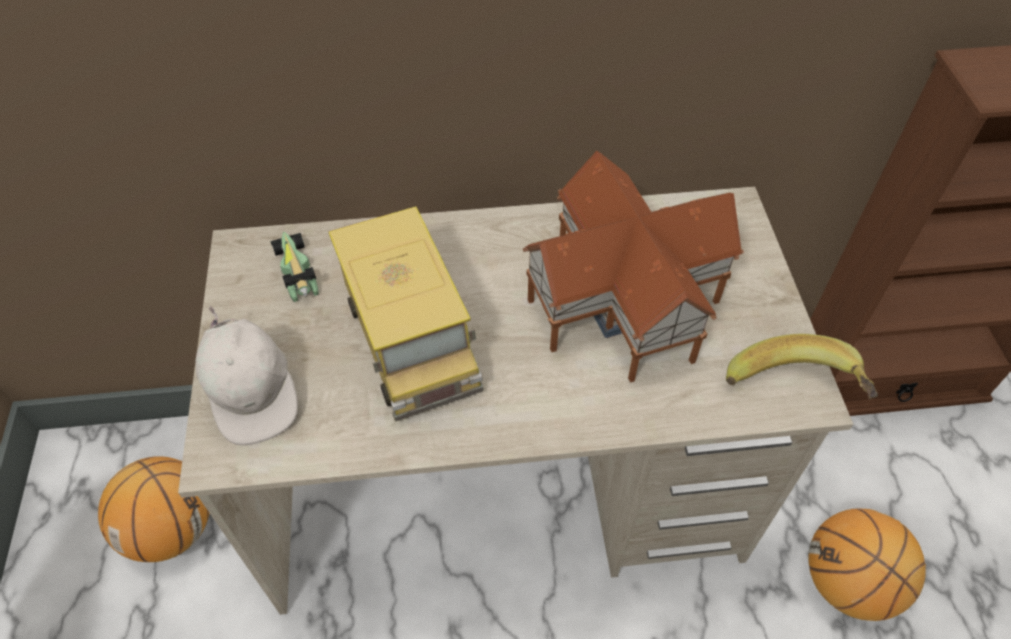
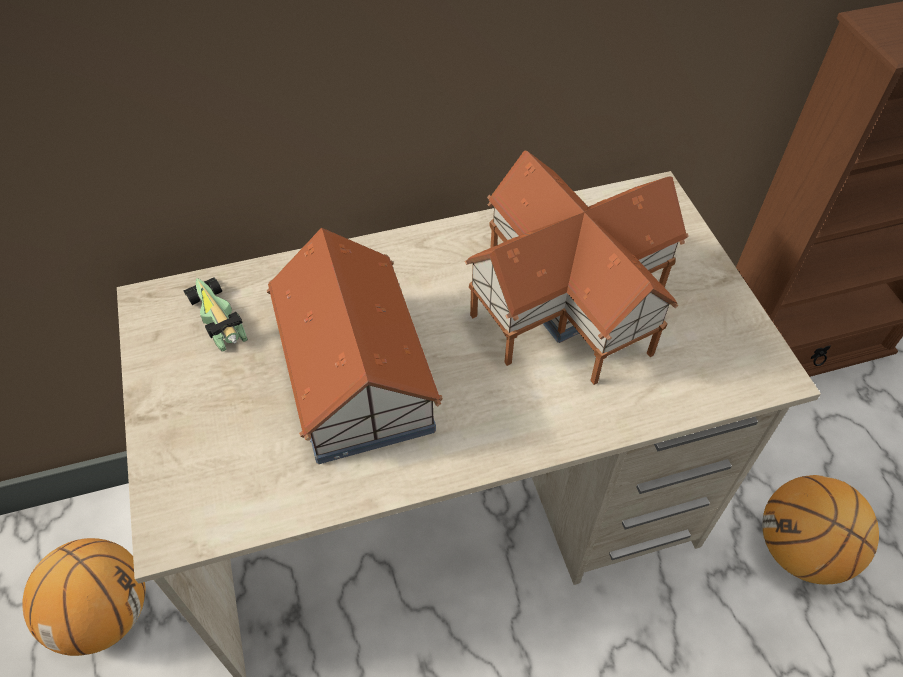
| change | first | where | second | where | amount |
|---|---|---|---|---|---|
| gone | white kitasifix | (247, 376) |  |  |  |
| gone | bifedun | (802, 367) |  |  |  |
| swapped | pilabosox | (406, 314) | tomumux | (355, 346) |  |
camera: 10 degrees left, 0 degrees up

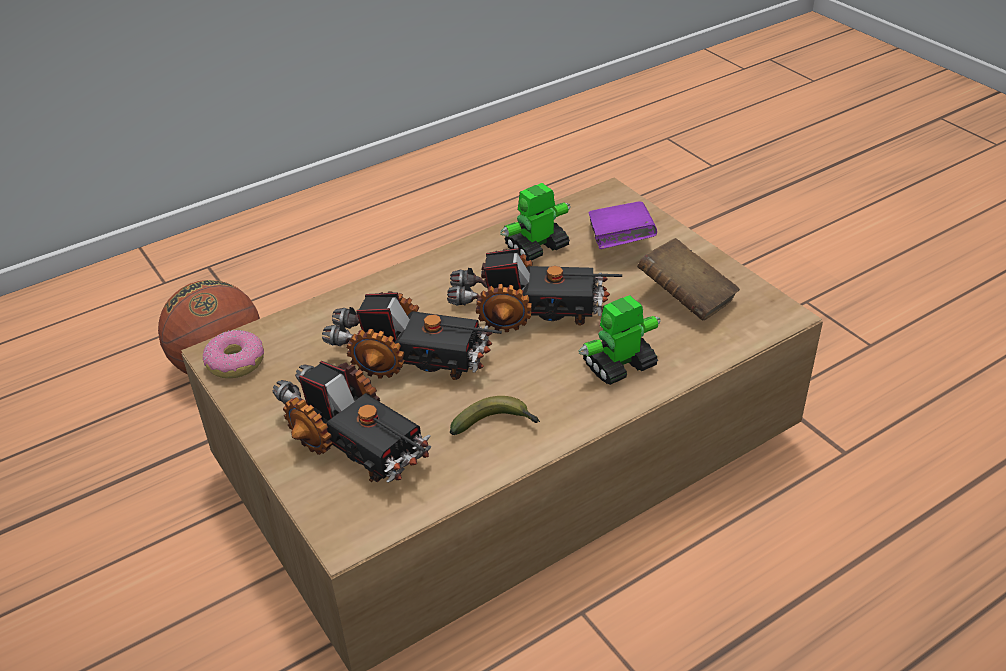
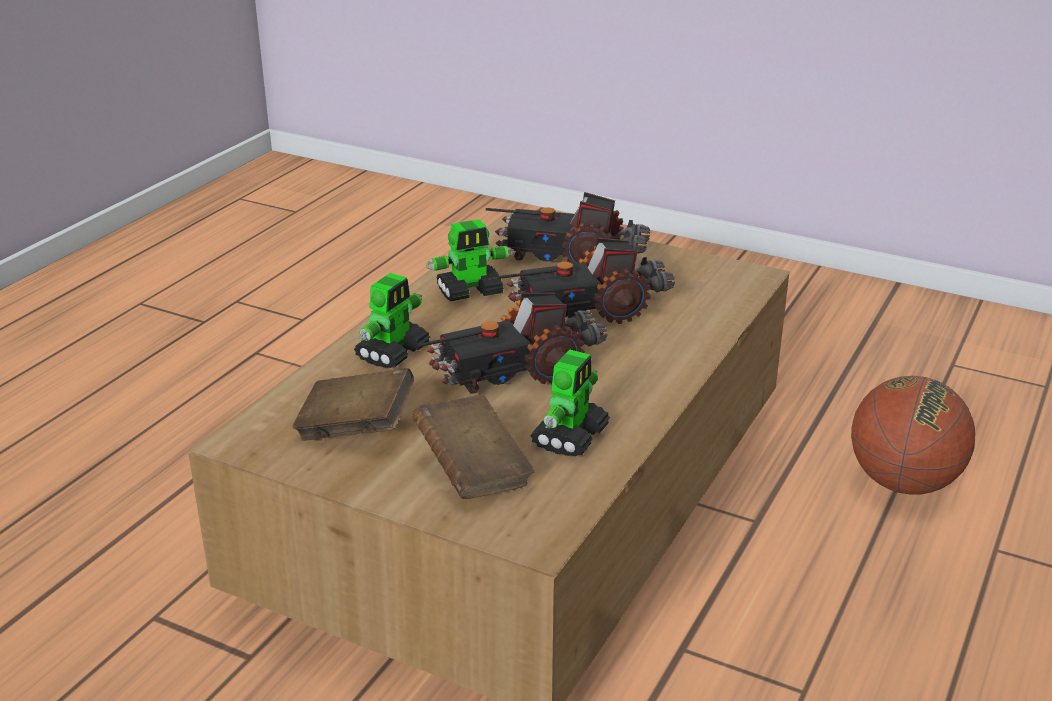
| change | first | where | second | where | amount |
|---|---|---|---|---|---|
| gone | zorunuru | (233, 353) |  |  |  |
| swapped | bifedun | (495, 415) | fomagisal | (470, 260) |  |
| repainted | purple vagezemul | (622, 225) | brown vagezemul | (473, 447) |  |
camera: 150 degrees right, 10 degrees down

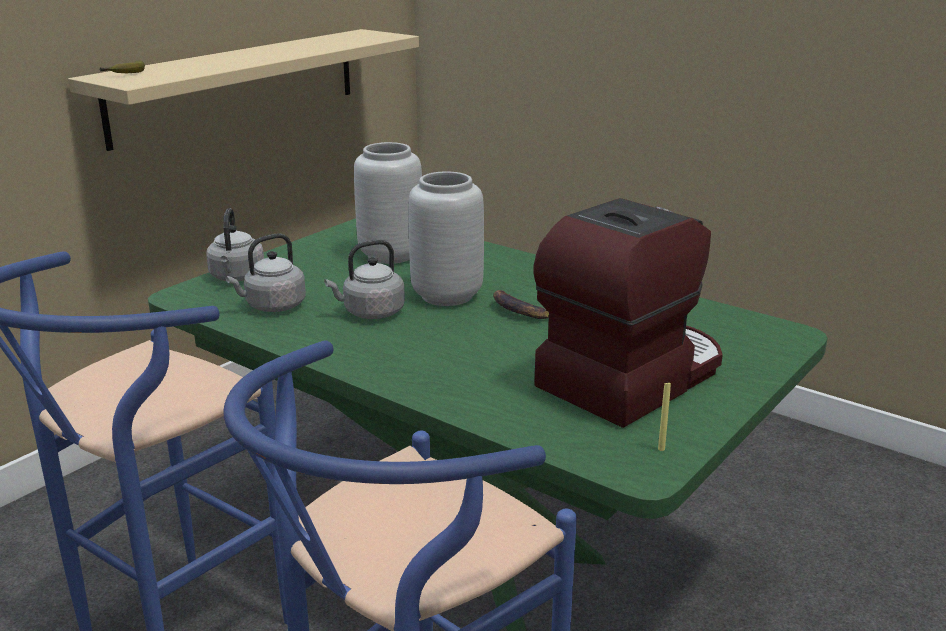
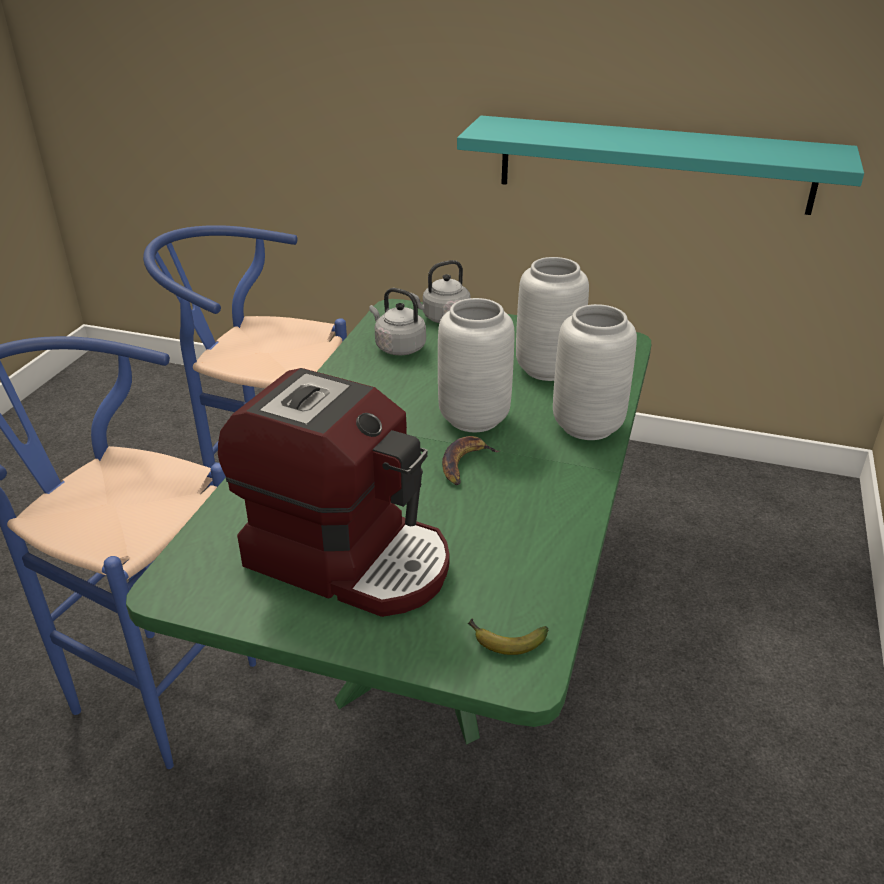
| change | first | where | second | where | amount |
|---|---|---|---|---|---|
| gone | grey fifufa | (364, 279) |  |  |  |
| gone | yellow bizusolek | (664, 416) |  |  |  |
| new |  |  | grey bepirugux | (595, 372) |  |
| shifted | bifedun | (122, 66) |  | (508, 636) |  |
| repainted | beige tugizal | (243, 90) | turquoise tugizal | (660, 165) |  |
camera: 70 degrees right, 10 degrees up

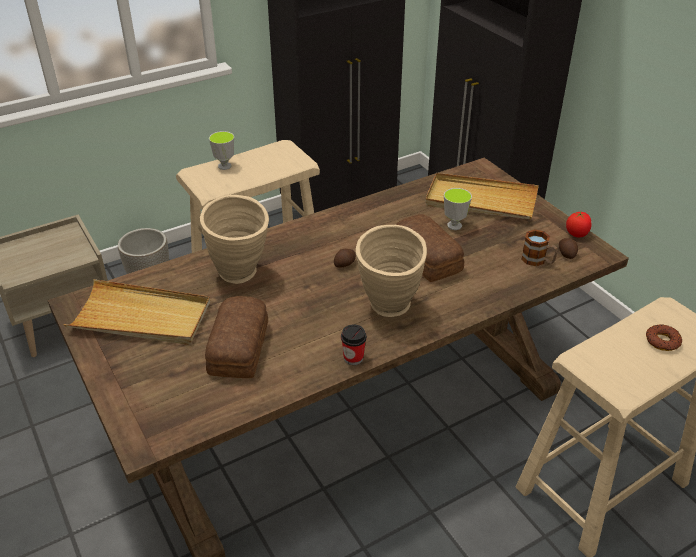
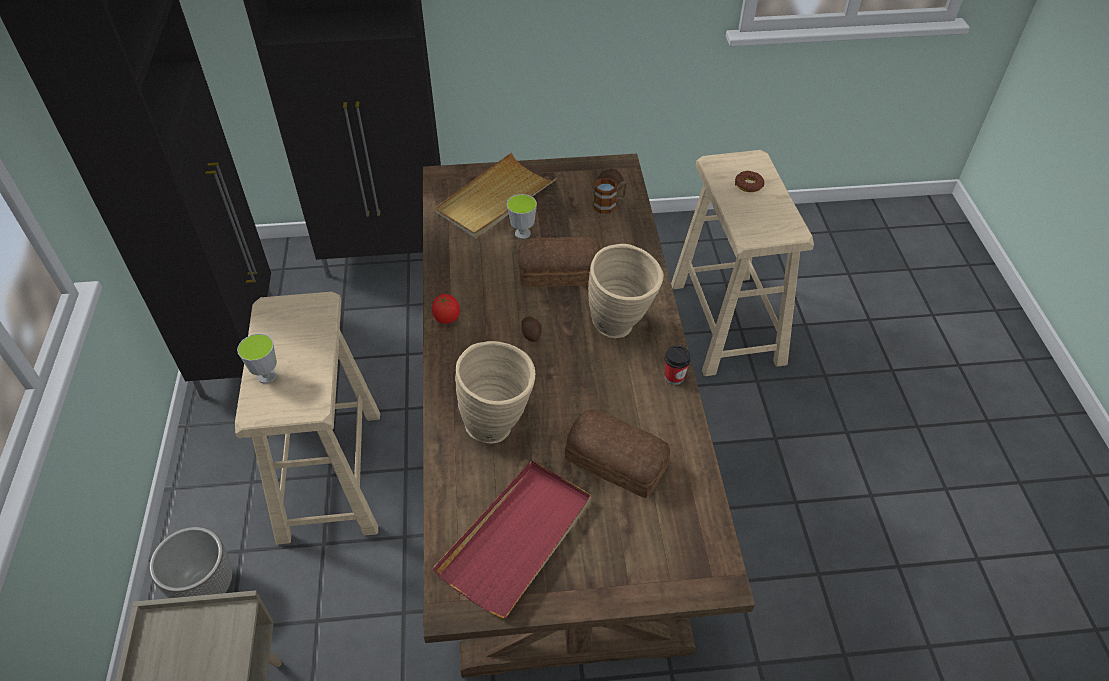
| change | first | where | second | where | amount |
|---|---|---|---|---|---|
| shifted | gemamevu | (578, 224) |  | (446, 309) |  |
| repainted | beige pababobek | (137, 312) | red pababobek | (511, 539) |  |
camera: 65 degrees left, 10 degrees up

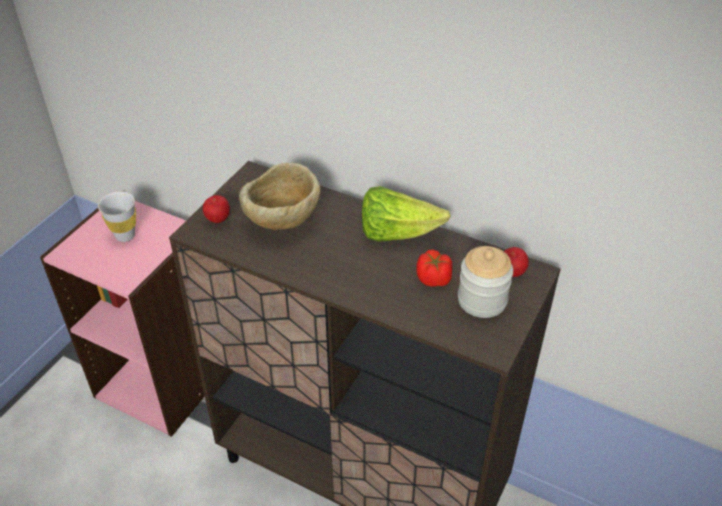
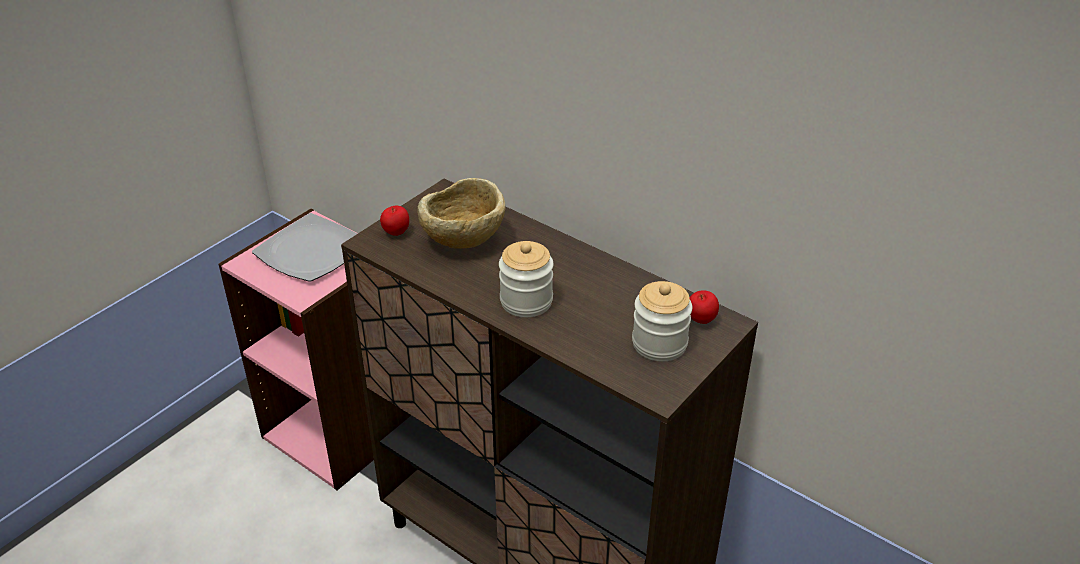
| change | first | where | second | where | amount |
|---|---|---|---|---|---|
| gone | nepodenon | (406, 214) |  |  |  |
| gone | gemamevu | (434, 268) |  |  |  |
| new |  |  | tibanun | (526, 279) |  |
| swapped | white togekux | (117, 217) | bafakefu | (304, 247) |  |
camera: 10 degrees right, 5 degrees down

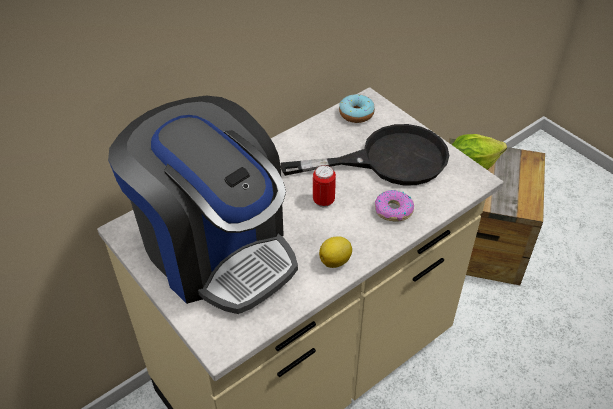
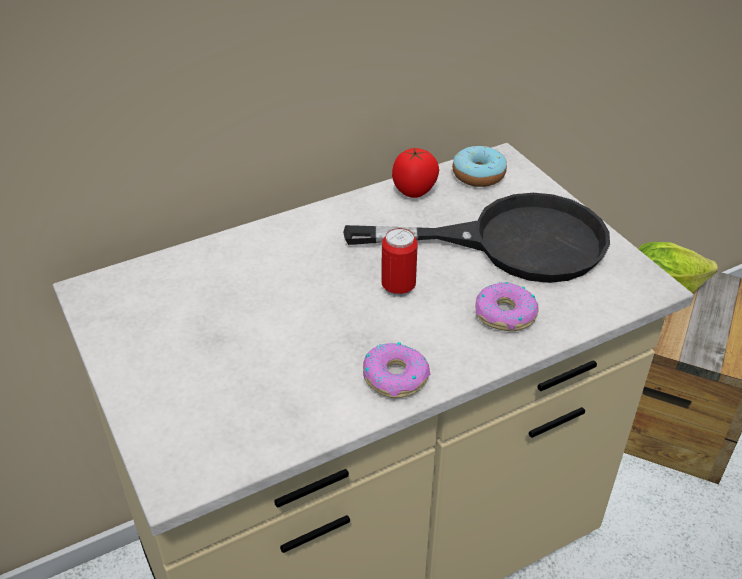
| change | first | where | second | where | amount |
|---|---|---|---|---|---|
| gone | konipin | (203, 205) |  |  |  |
| new |  |  | gemamevu | (415, 173) |  |
| swapped | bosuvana | (335, 252) | zorunuru | (396, 370) |  |
camera: 10 degrees right, 5 degrees down

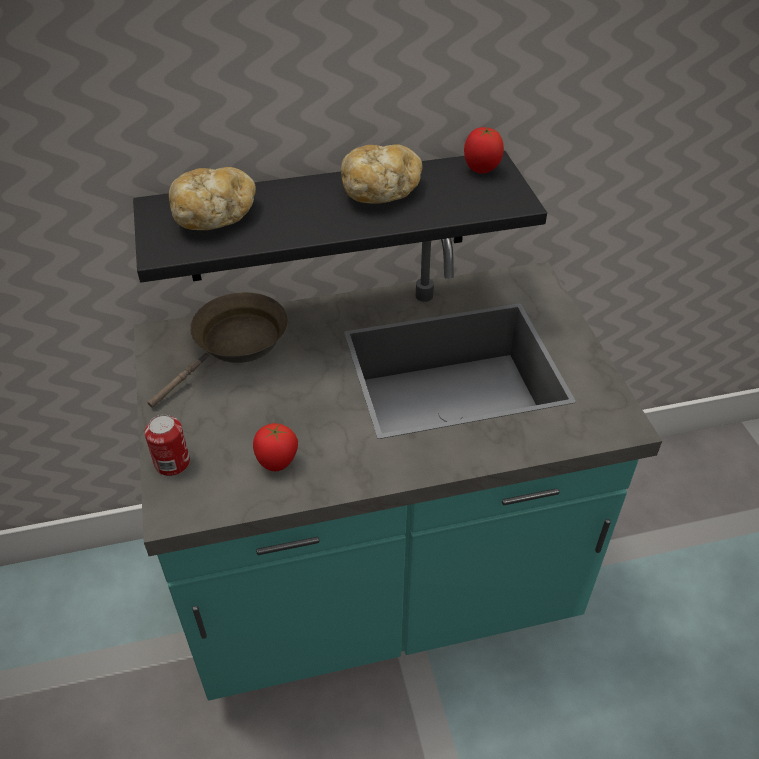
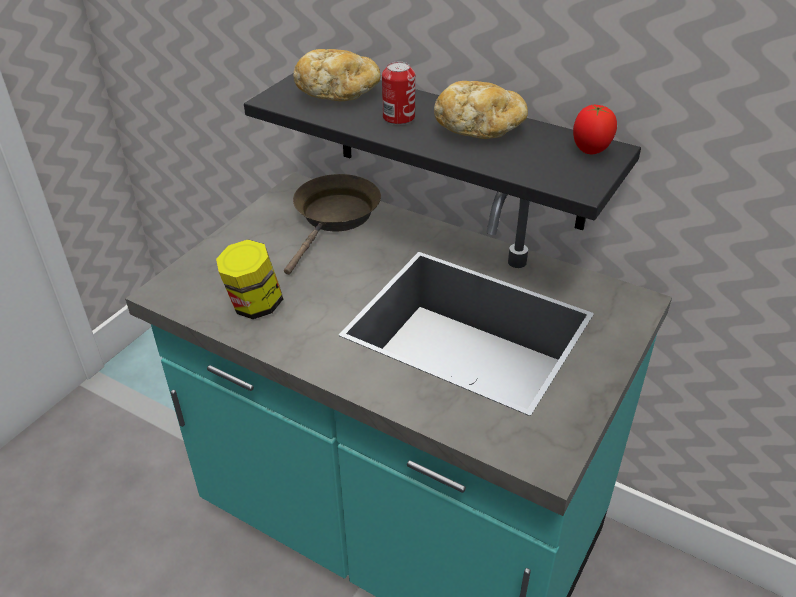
| change | first | where | second | where | amount |
|---|---|---|---|---|---|
| shifted | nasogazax | (167, 445) |  | (398, 93) |  |
| swapped | gemamevu | (275, 447) | tibanun | (249, 279) |  |
| rotated | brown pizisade | (217, 350) |  | (332, 224) | 60 degrees counterclockwise |
camera: 45 degrees right, 5 degrees down

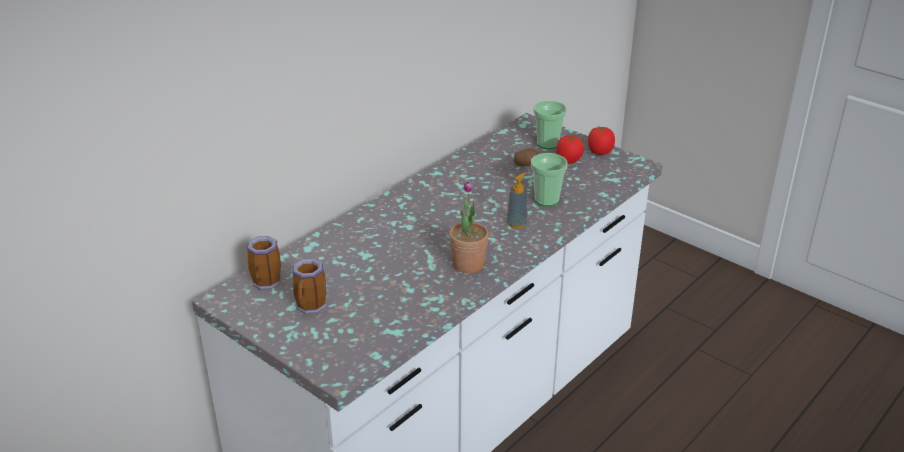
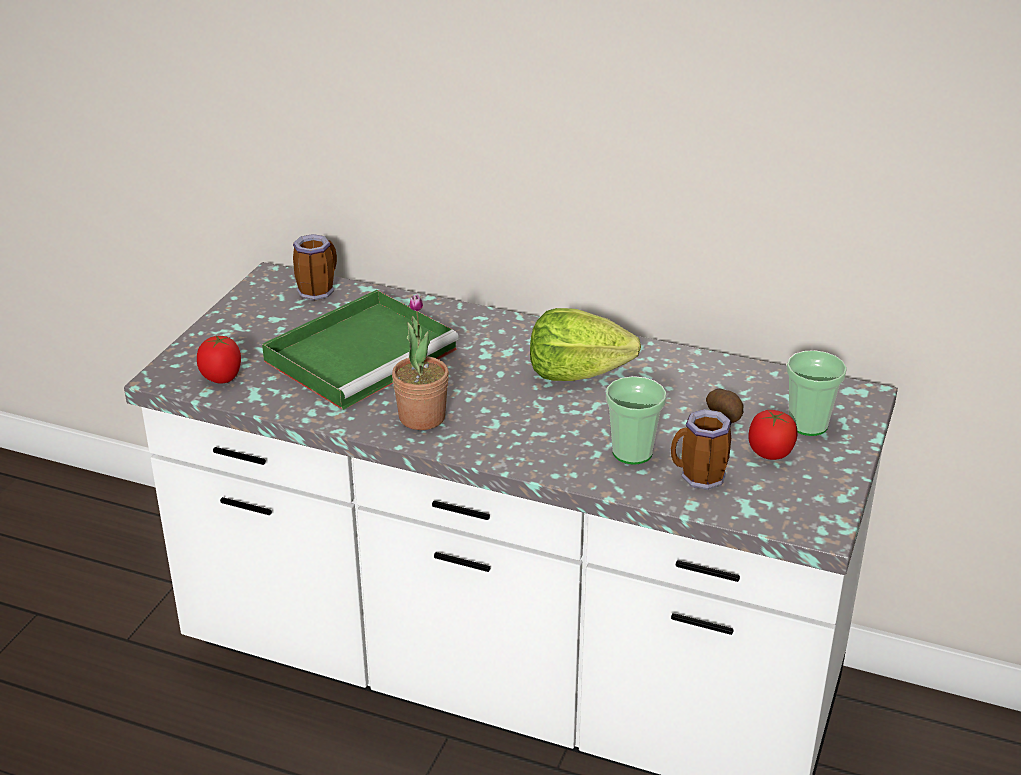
| change | first | where | second | where | amount |
|---|---|---|---|---|---|
| gone | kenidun | (517, 200) |  |  |  |
| new |  |  | green pababobek | (360, 350) |  |
| new |  |  | nepodenon | (585, 344) |  |
| shifted | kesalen | (309, 286) |  | (701, 449) |  |
| shifted | gemamevu | (601, 140) |  | (219, 360) |  |
camera: 70 degrees right, 0 degrees up

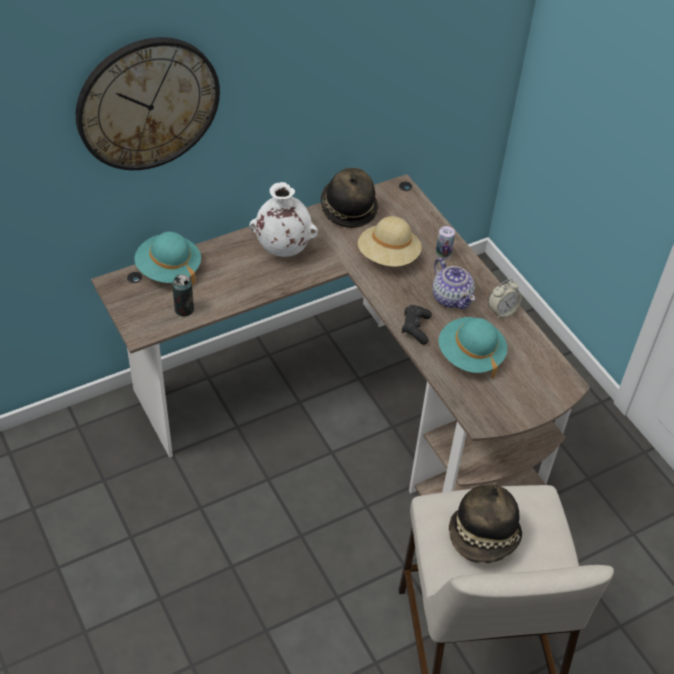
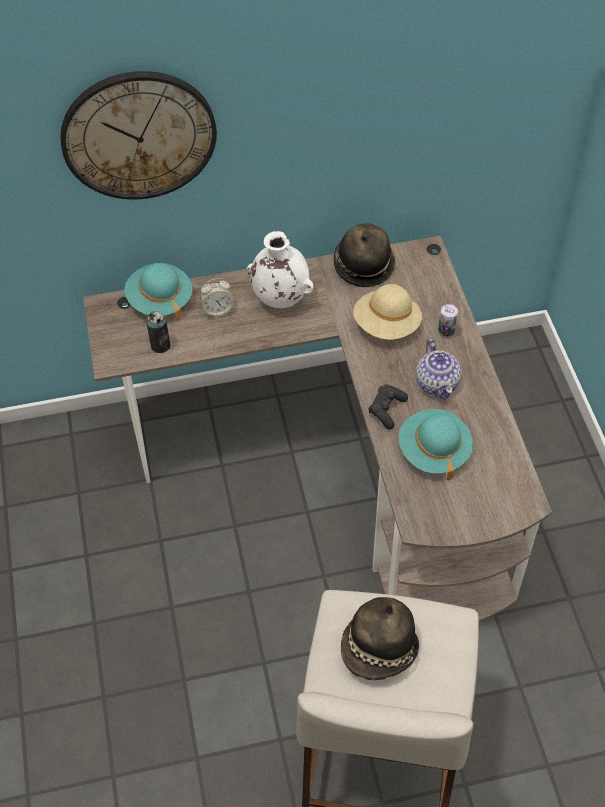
| change | first | where | second | where | amount |
|---|---|---|---|---|---|
| shifted | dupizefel | (505, 299) |  | (217, 297) |  |
camera: 20 degrees right, 5 degrees up

